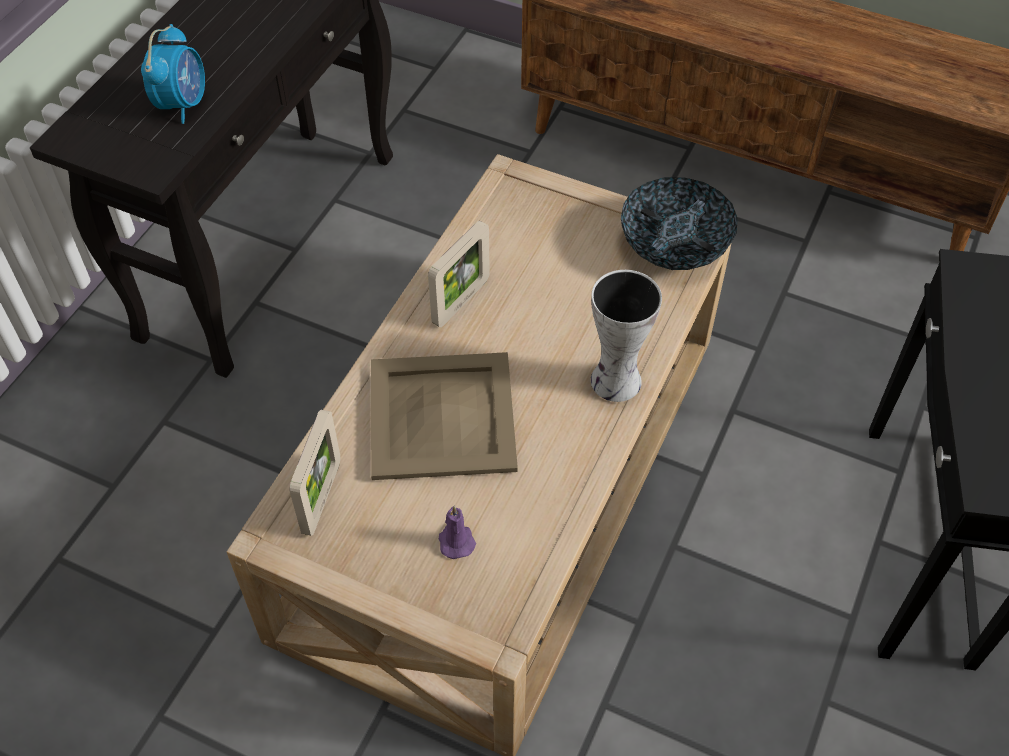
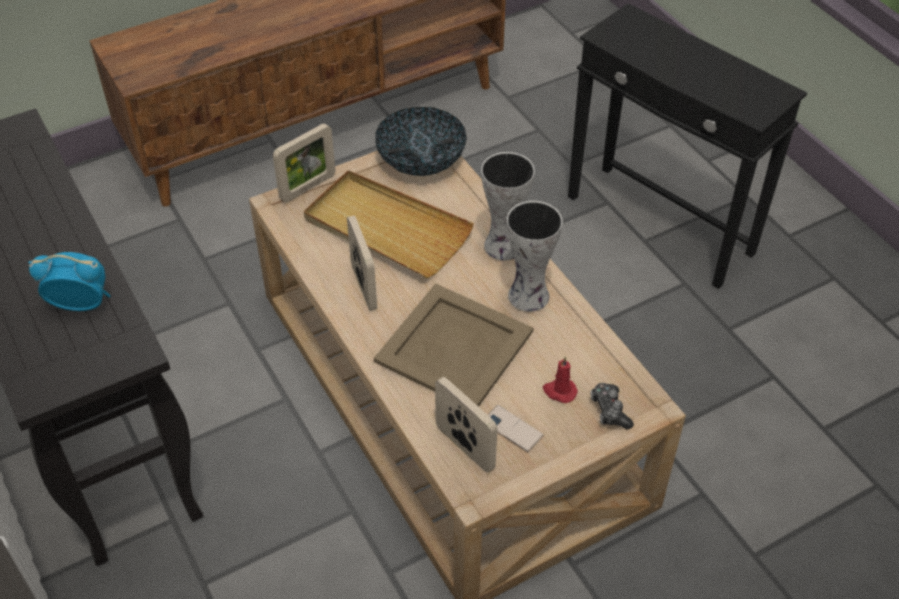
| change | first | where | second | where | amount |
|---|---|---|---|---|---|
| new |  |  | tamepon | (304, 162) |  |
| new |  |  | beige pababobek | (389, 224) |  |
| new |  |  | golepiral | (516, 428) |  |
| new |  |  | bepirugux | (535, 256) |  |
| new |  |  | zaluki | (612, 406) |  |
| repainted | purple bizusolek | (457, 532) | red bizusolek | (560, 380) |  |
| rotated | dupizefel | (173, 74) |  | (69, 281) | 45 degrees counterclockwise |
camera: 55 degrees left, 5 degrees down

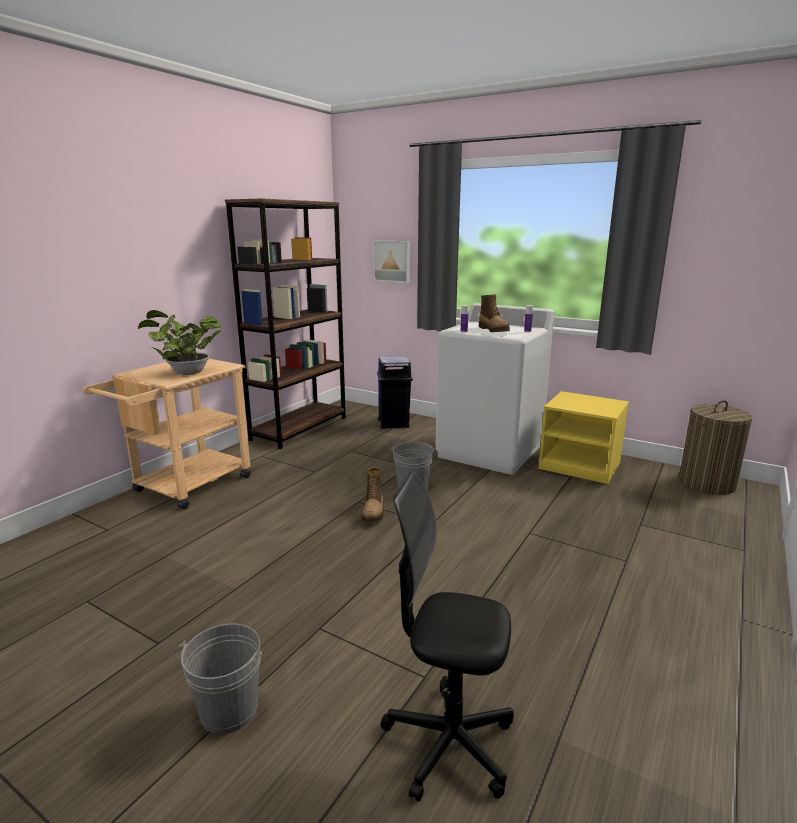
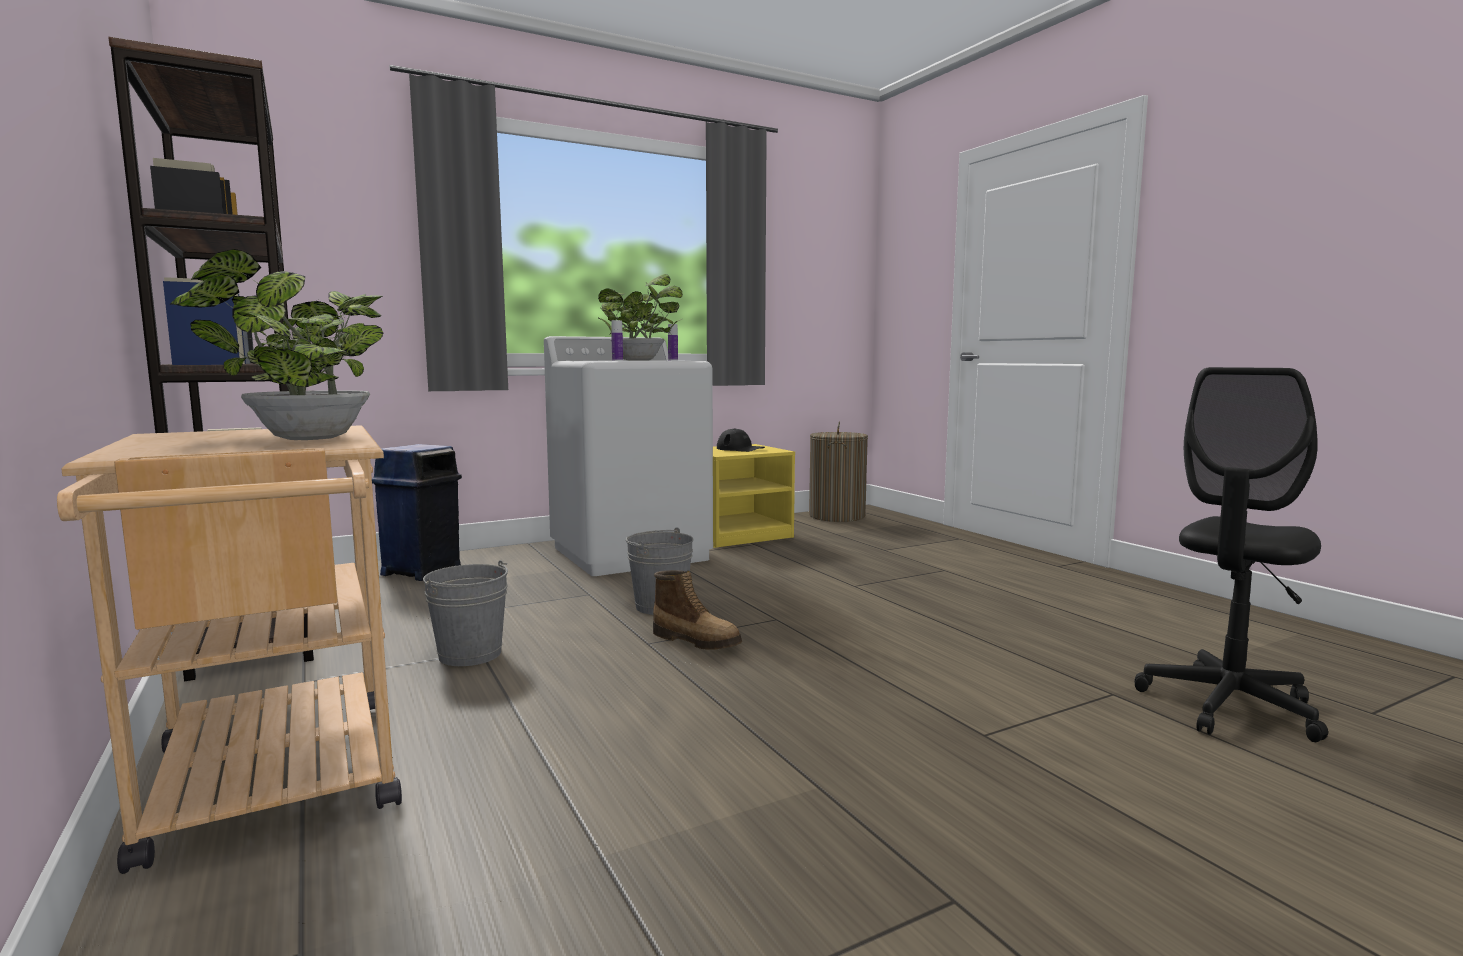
| change | first | where | second | where | amount |
|---|---|---|---|---|---|
| gone | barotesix | (391, 261) |  |  |  |
| new |  |  | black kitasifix | (741, 440) |  |
| shifted | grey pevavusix | (220, 678) |  | (465, 613) |  |
| swapped | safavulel | (494, 313) | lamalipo | (640, 317) |  |
camera: 60 degrees left, 10 degrees down

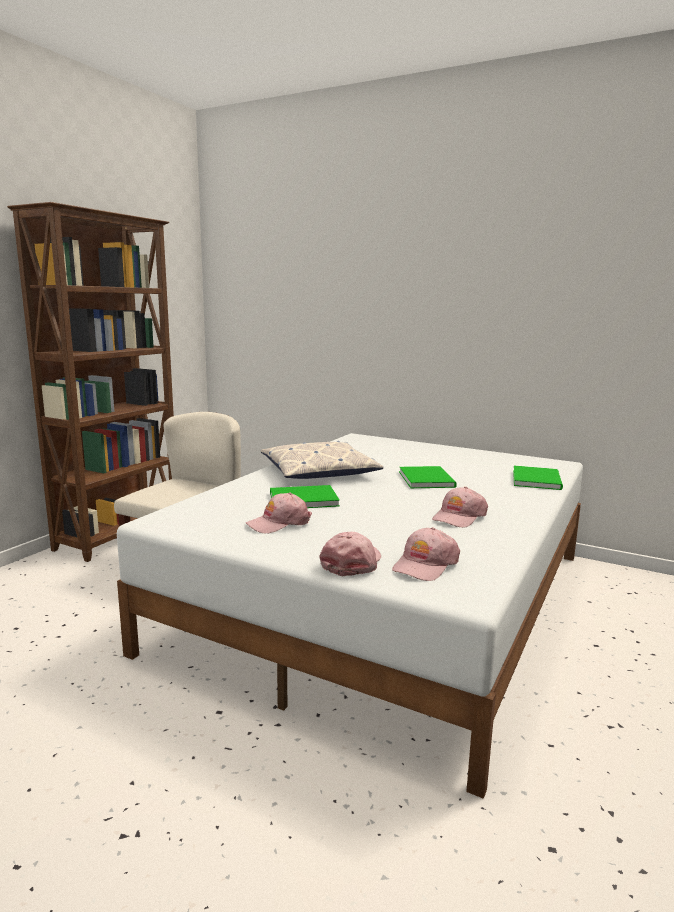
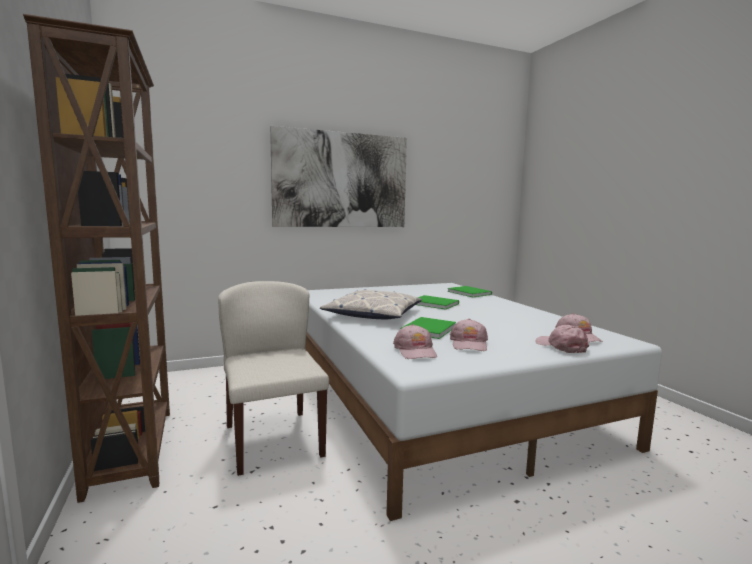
| change | first | where | second | where | amount |
|---|---|---|---|---|---|
| new |  |  | barotesix | (338, 176) |  |
| shifted | pink kitasifix | (460, 507) |  | (415, 341) |  |
camera: 50 degrees left, 5 degrees down

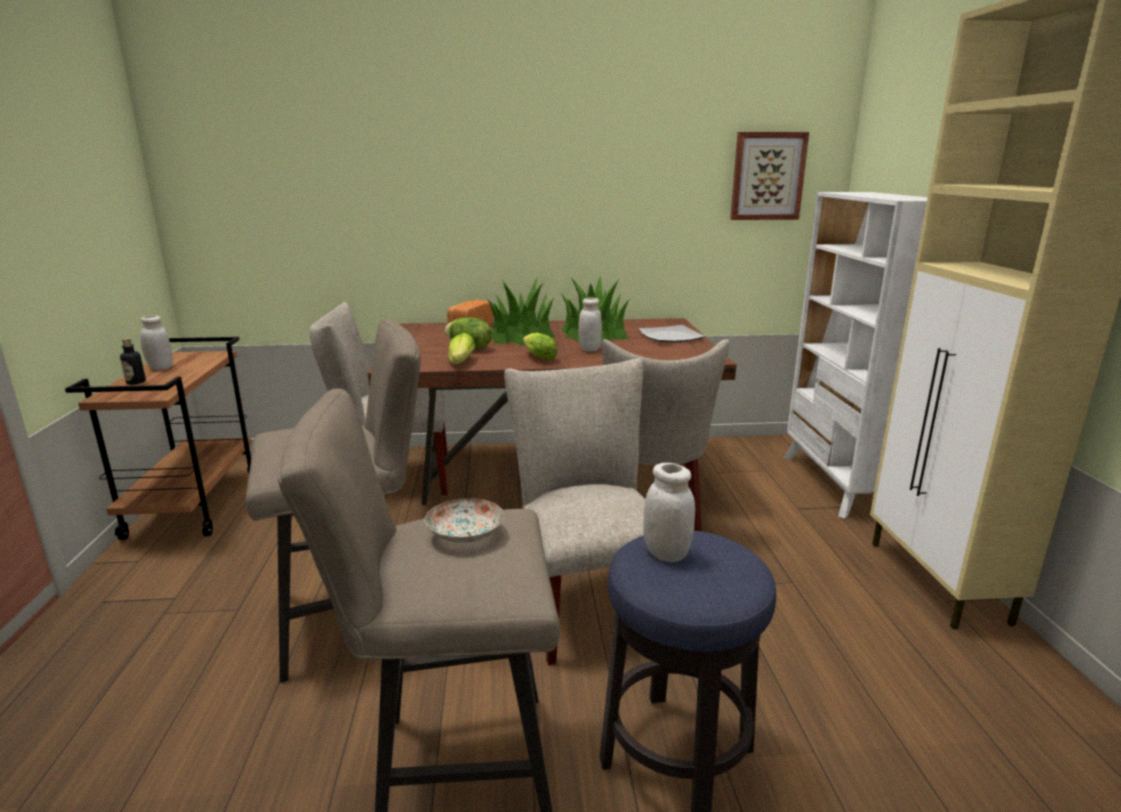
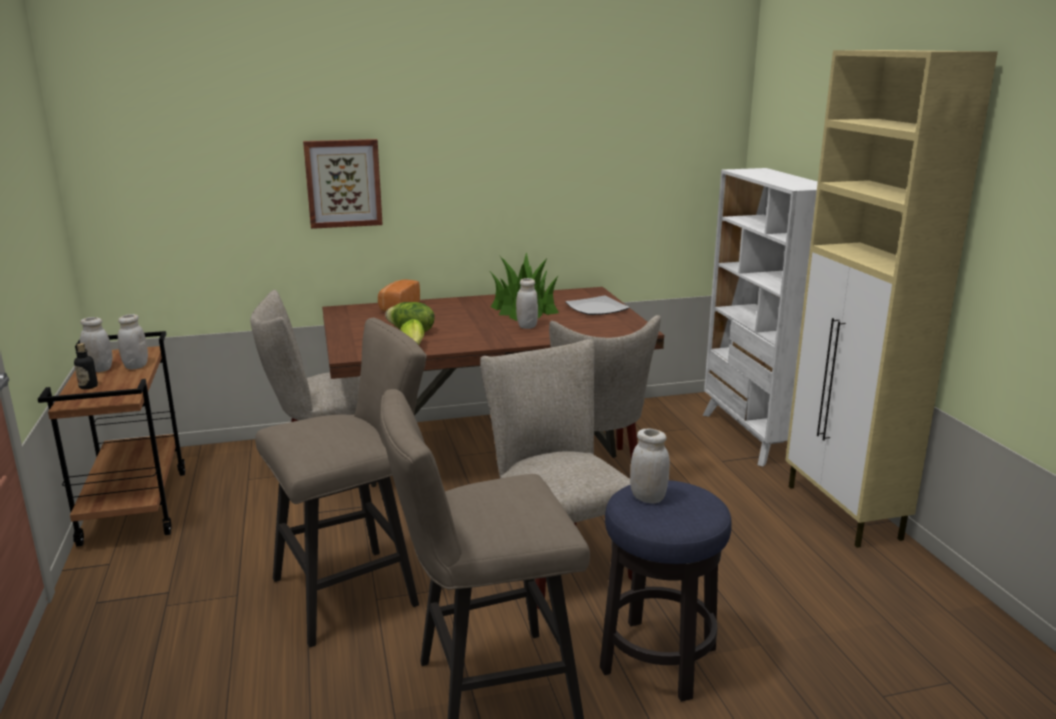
| change | first | where | second | where | amount |
|---|---|---|---|---|---|
| gone | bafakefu | (464, 520) |  |  |  |
| gone | lamalipo | (521, 311) |  |  |  |
| gone | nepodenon | (540, 346) |  |  |  |
| new |  |  | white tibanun | (133, 341) |  |
| shifted | barotesix | (769, 176) |  | (343, 184) |  |
camera: 10 degrees left, 0 degrees up

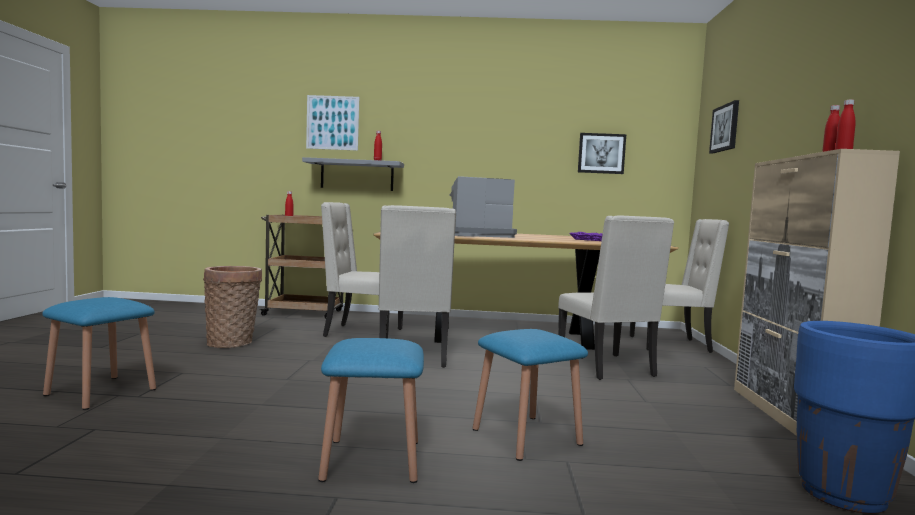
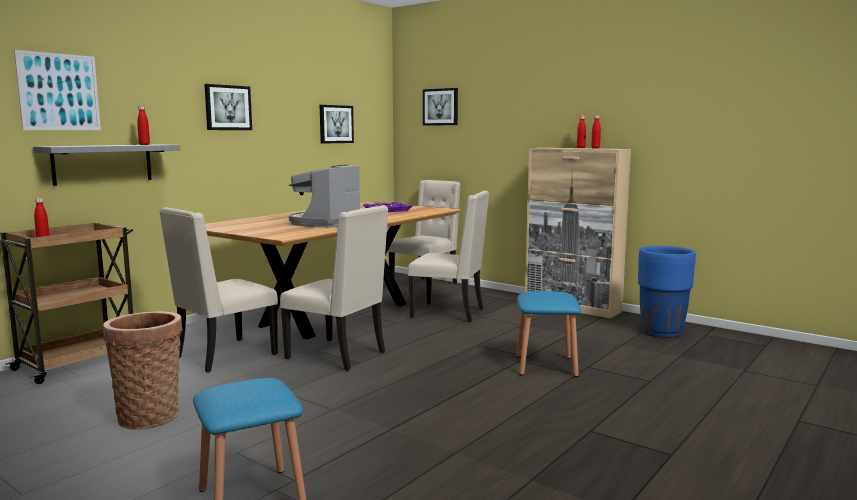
| change | first | where | second | where | amount |
|---|---|---|---|---|---|
| gone | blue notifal | (371, 410) |  |  |  |
| new |  |  | barotesix | (228, 107) |  |
camera: 55 degrees left, 5 degrees up

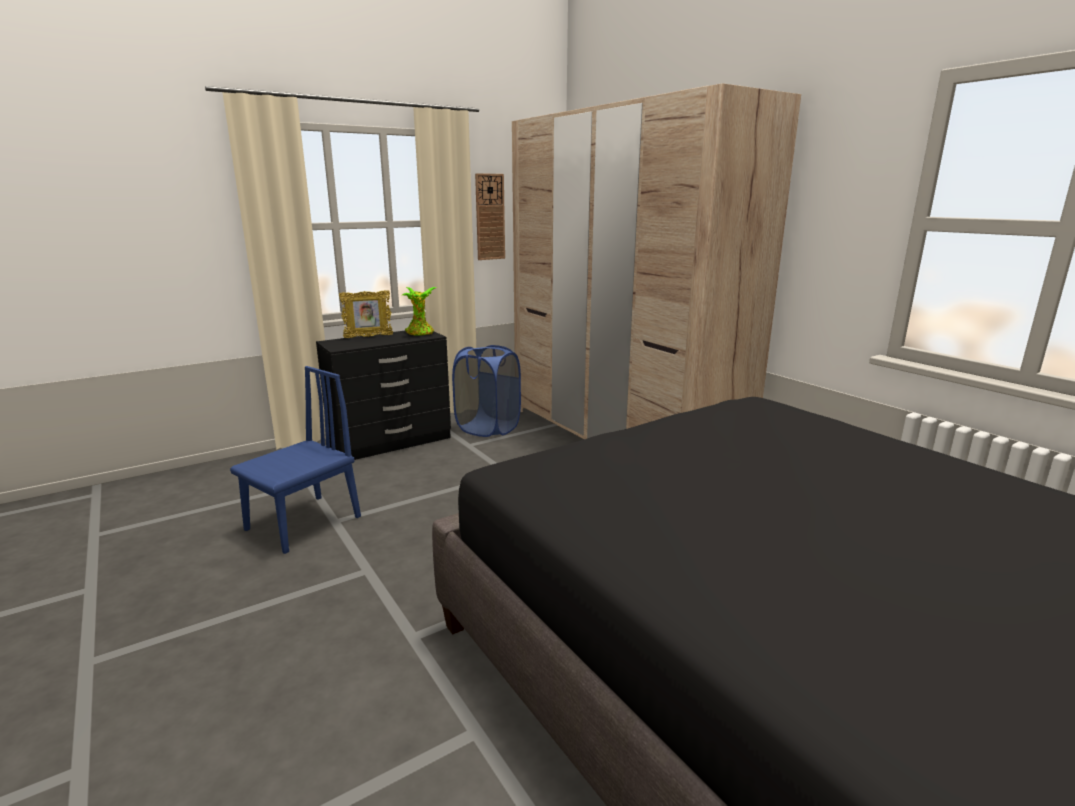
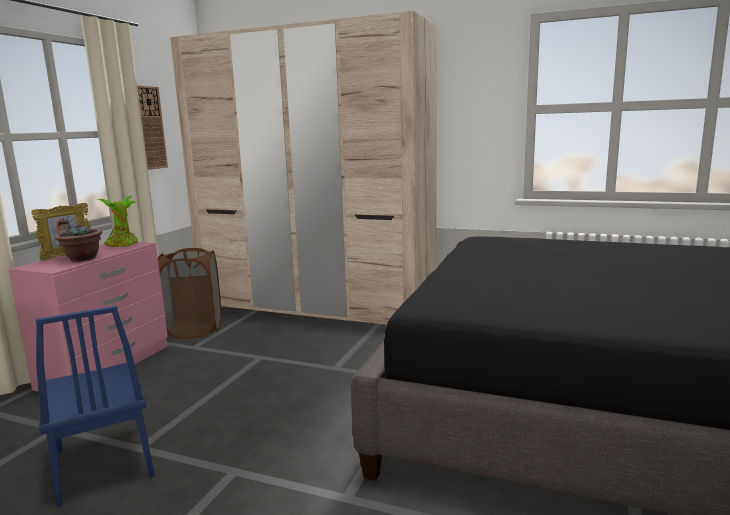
| change | first | where | second | where | amount |
|---|---|---|---|---|---|
| new |  |  | lamalipo | (78, 243) |  |
| repainted | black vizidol | (383, 395) | pink vizidol | (88, 316) |  |
| repainted | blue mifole | (486, 391) | brown mifole | (189, 293) |  |
| rotated | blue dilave | (295, 460) |  | (95, 406) | 150 degrees clockwise |
camera: 35 degrees left, 5 degrees down

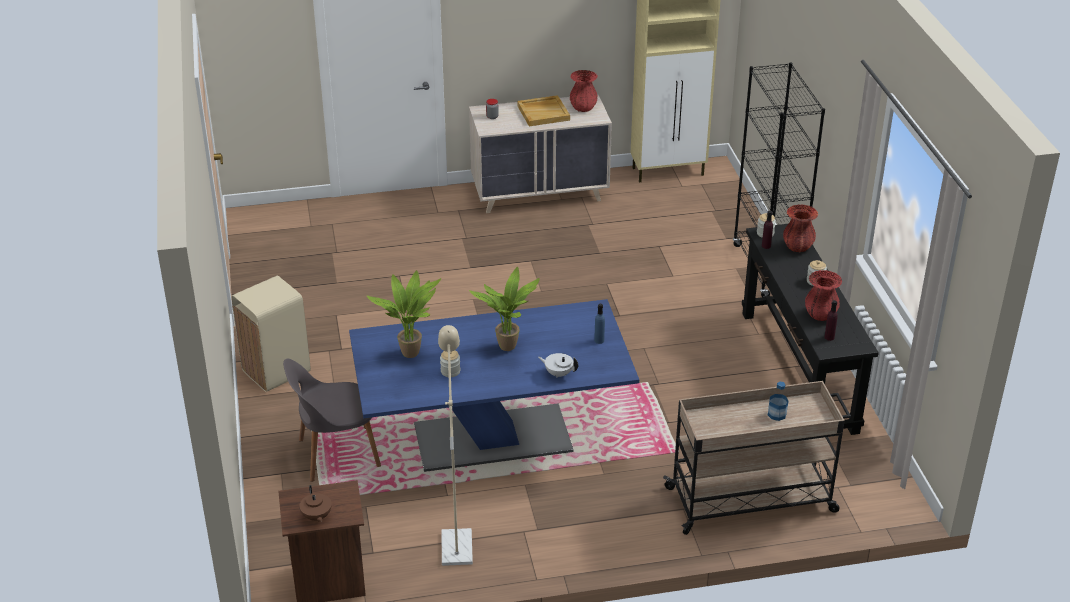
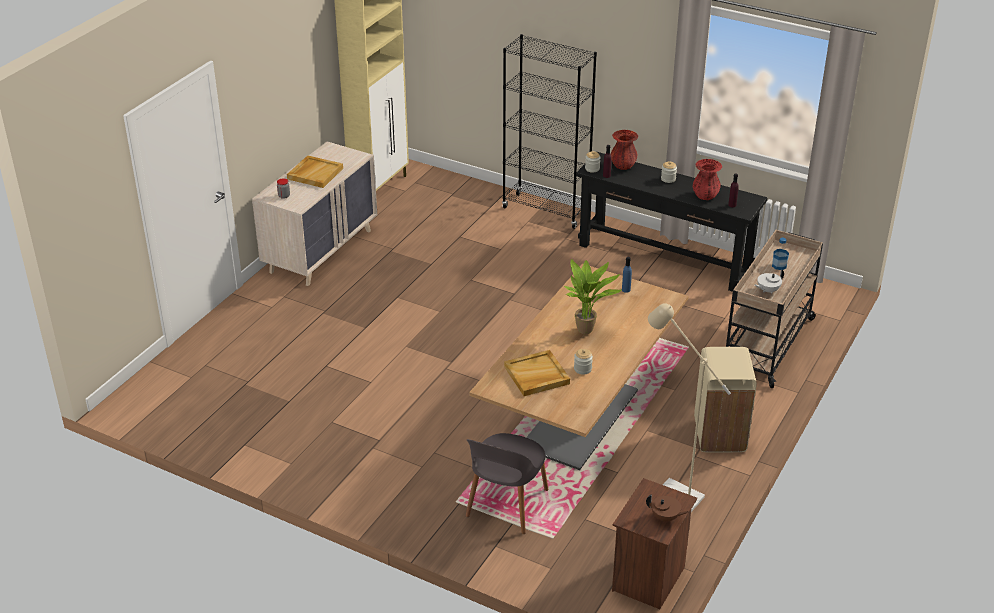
| change | first | where | second | where | amount |
|---|---|---|---|---|---|
| gone | red bepirugux | (584, 91) |  |  |  |
| shifted | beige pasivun | (271, 334) |  | (725, 399) |  |
| shifted | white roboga | (558, 365) |  | (769, 281) |  |
| swapped | lamalipo | (404, 314) | beige pababobek | (537, 373) |  |
| repainted | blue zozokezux | (494, 385) | beige zozokezux | (578, 367) |  |
camera: 50 degrees left, 0 degrees up

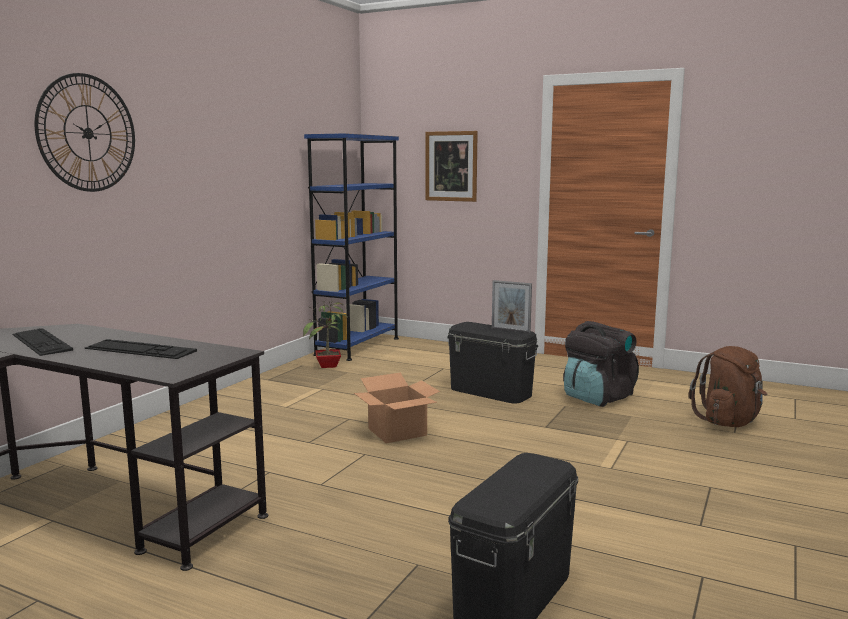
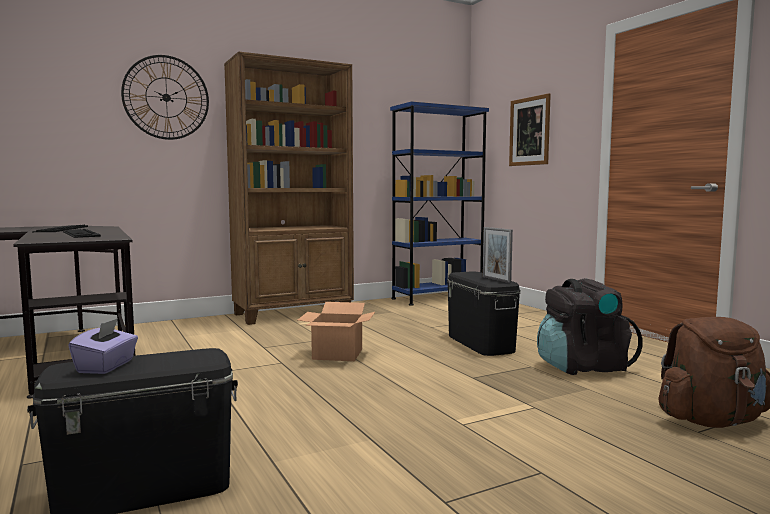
| change | first | where | second | where | amount |
|---|---|---|---|---|---|
| gone | lamalipo | (325, 335) |  |  |  |
| new |  |  | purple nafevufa | (103, 346) |  |
| new |  |  | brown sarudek | (289, 188) |  |
camera: 35 degrees right, 5 degrees down

